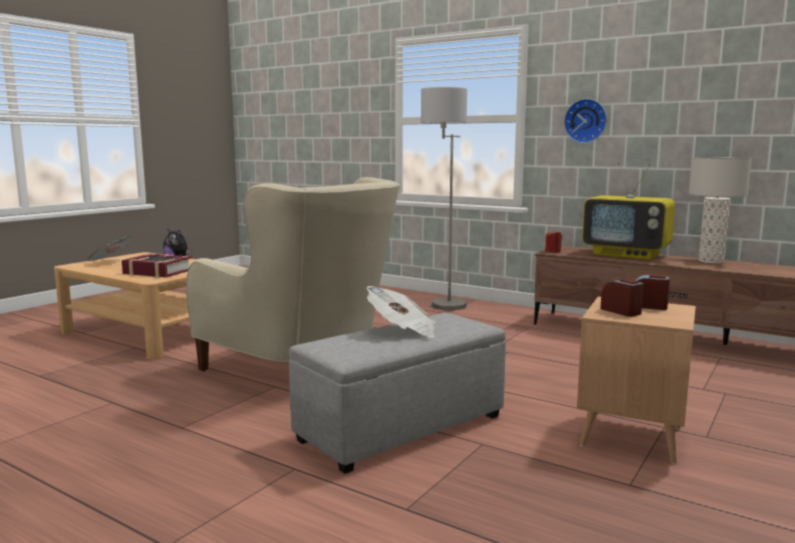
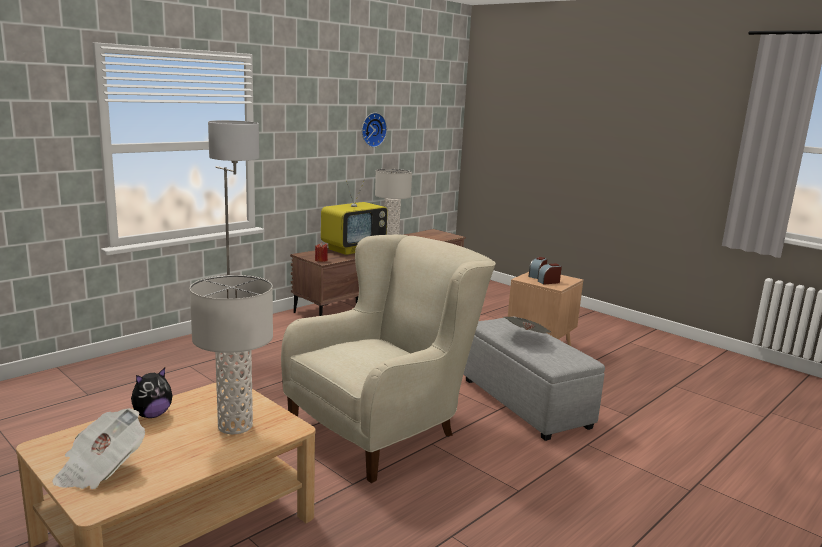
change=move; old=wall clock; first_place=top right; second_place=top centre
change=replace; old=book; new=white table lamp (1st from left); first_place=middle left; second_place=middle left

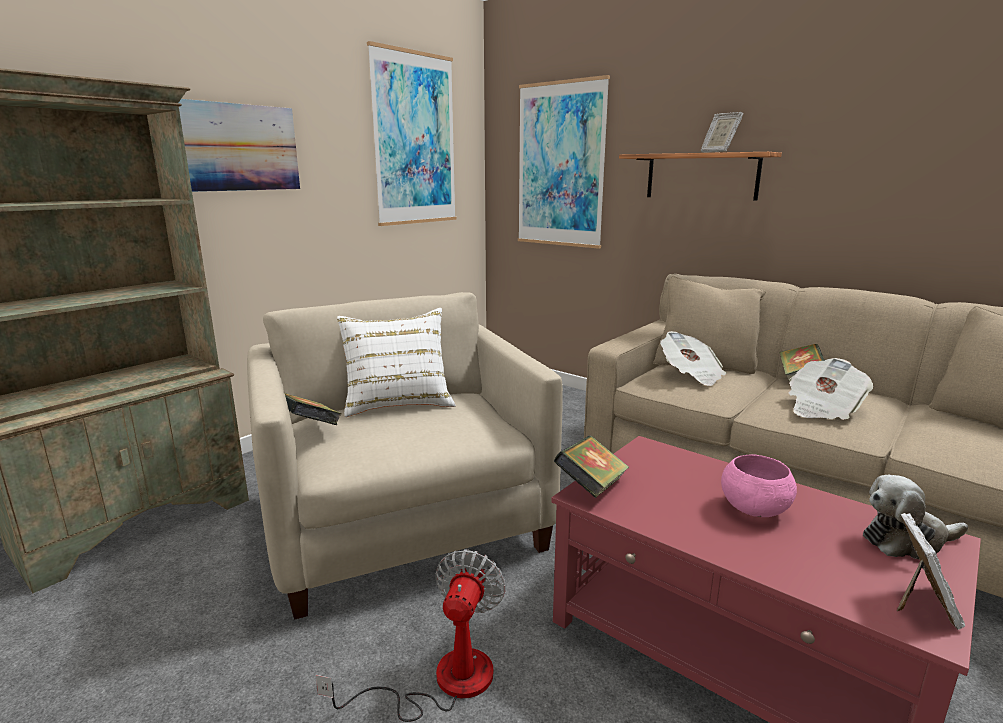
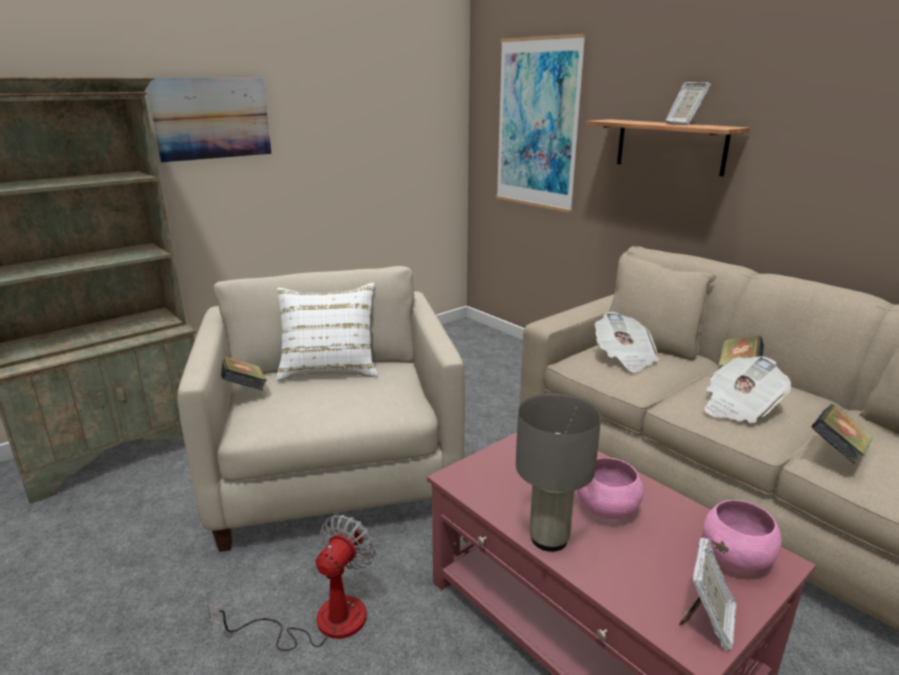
change=delete; old=picture (2nd from left); first_place=top centre
change=move; old=book (2nd from left in the first image); new=book (3rd from left); first_place=centre; second_place=middle right
change=replace; old=plush toy; new=pink bowl (2nd from left); first_place=bottom right; second_place=bottom right
change=insert; new=grey table lamp; second_place=bottom centre

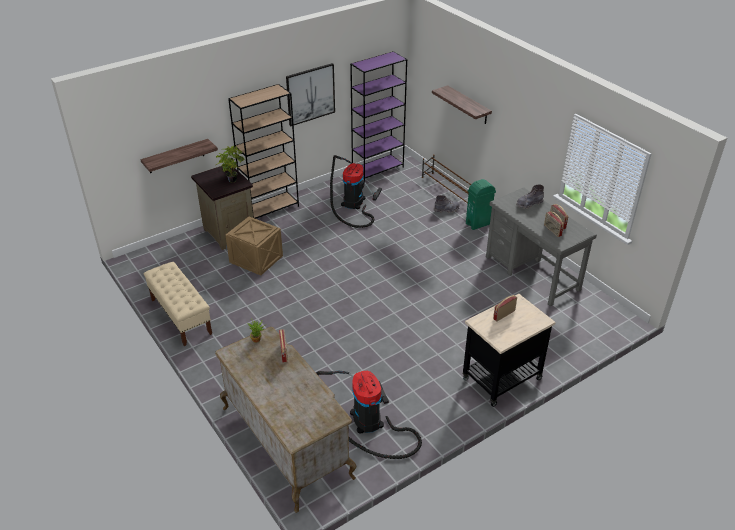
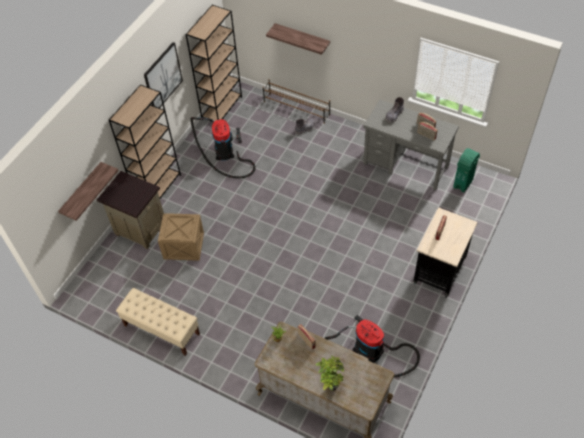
change=recolor; old=purple bookcase; new=beige bookcase (2nd from left); first_place=top centre; second_place=top centre
change=move; old=potted plant (1st from left in the first image); new=potted plant (2nd from left); first_place=top left; second_place=bottom centre
change=move; old=green trash can; first_place=centre; second_place=middle right

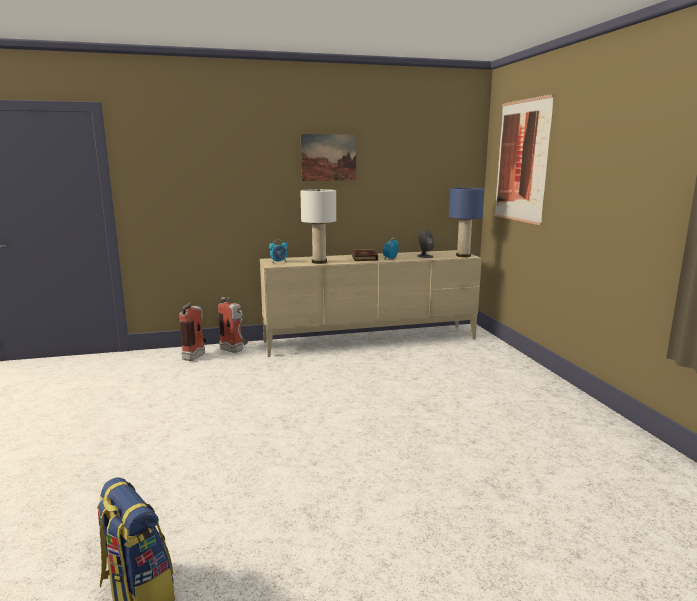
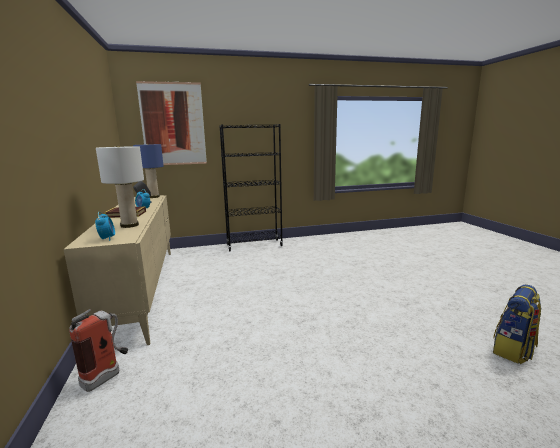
change=delete; old=picture (1st from left); first_place=top centre
change=delete; old=fire extinguisher (1st from left); first_place=middle left
change=insert; new=black bookcase; second_place=centre

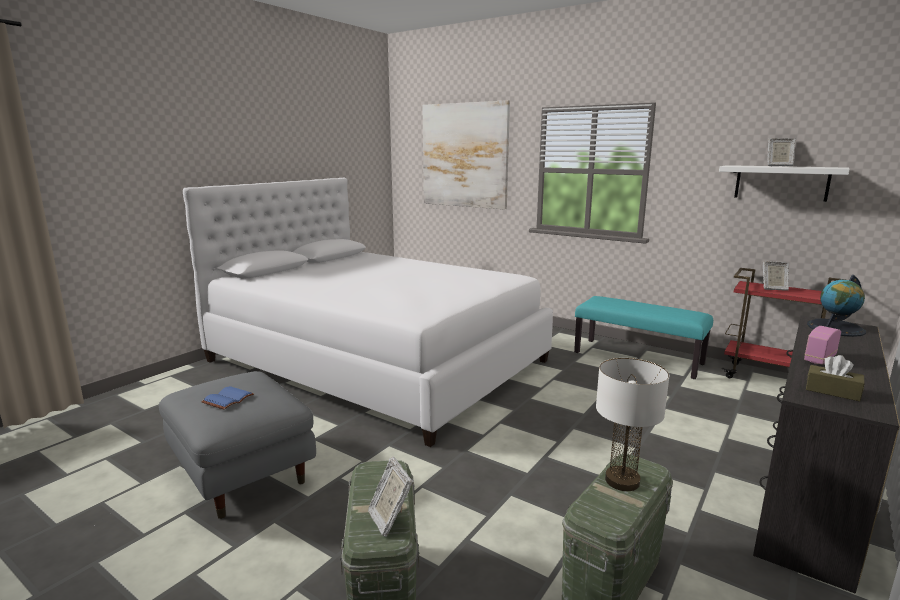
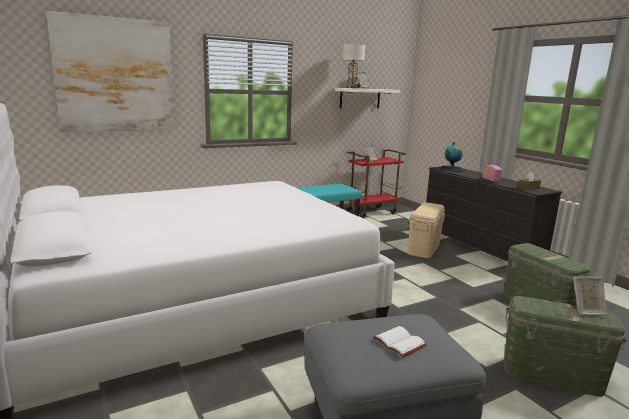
change=move; old=table lamp; first_place=bottom right; second_place=top centre
change=recolor; old=blue book; new=white book; first_place=middle left; second_place=bottom centre
change=insert; new=beige storage box; second_place=middle right

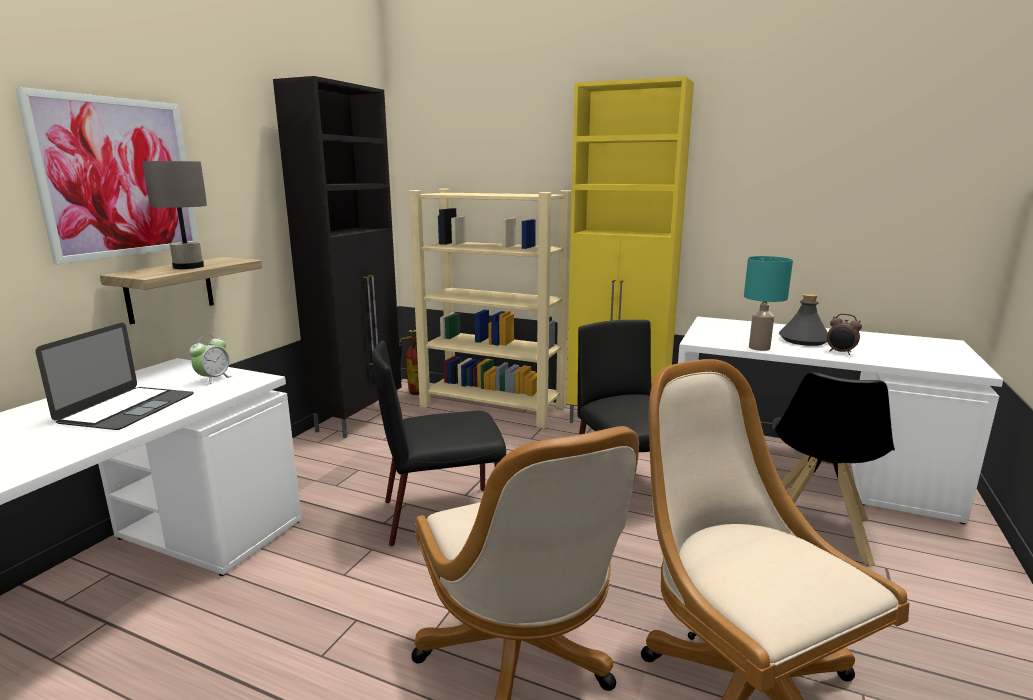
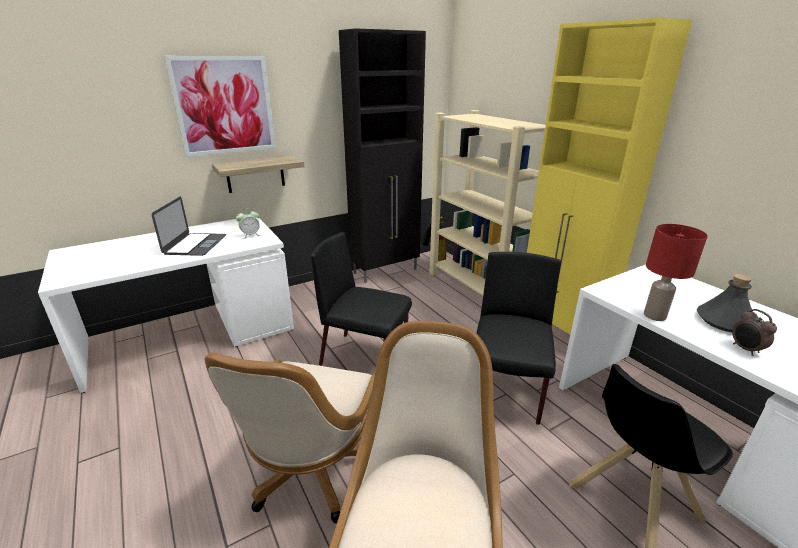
change=delete; old=grey table lamp; first_place=top left
change=recolor; old=turquoise table lamp; new=red table lamp; first_place=middle right; second_place=middle right
change=rotate; old=laptop; first_place=middle left; second_place=middle left; degrees=-45

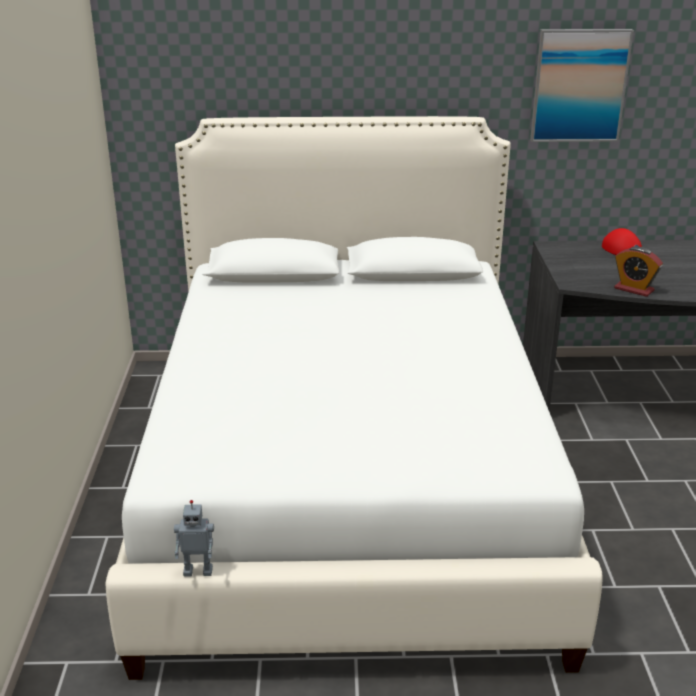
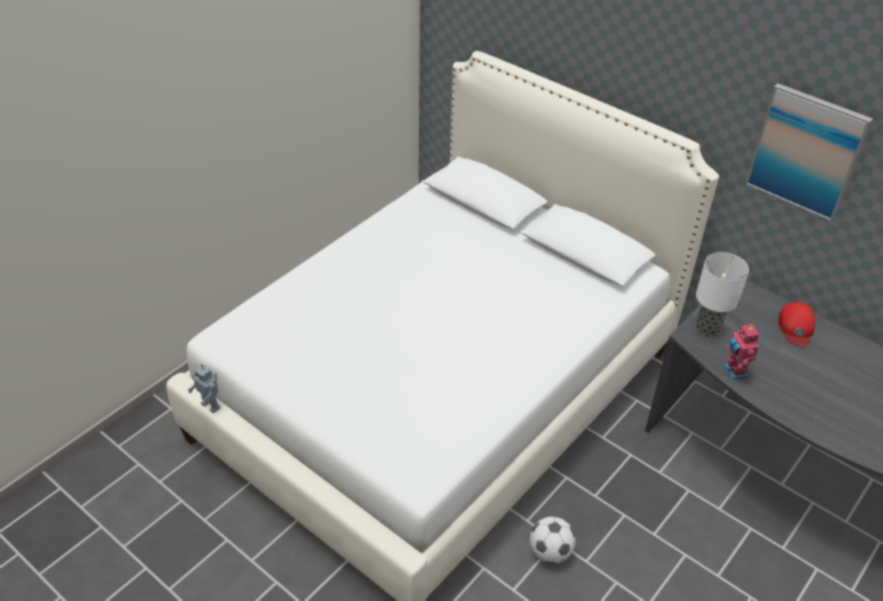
change=replace; old=alarm clock; new=toy robot (2nd from left); first_place=middle right; second_place=middle right
change=insert; new=table lamp; second_place=middle right
change=insert; new=football; second_place=bottom centre

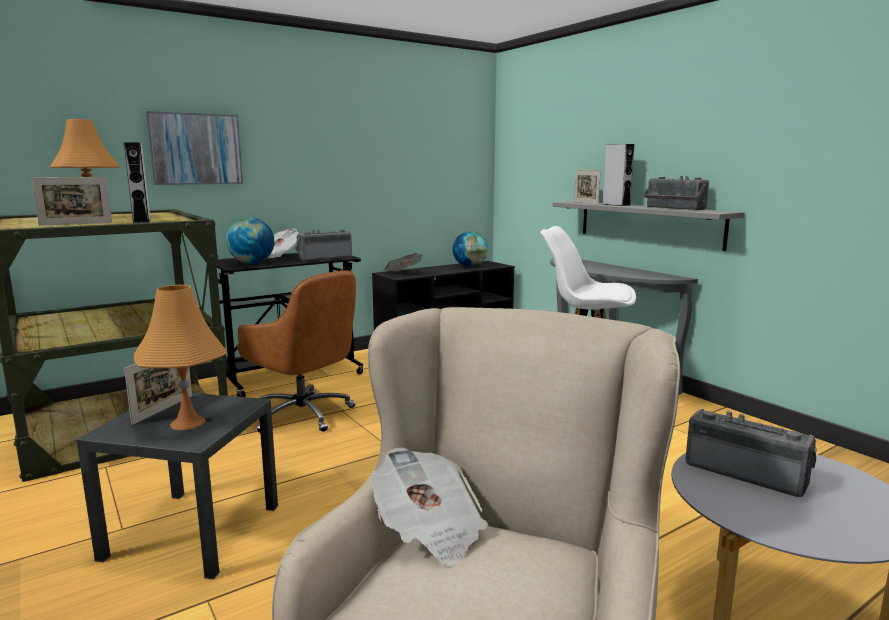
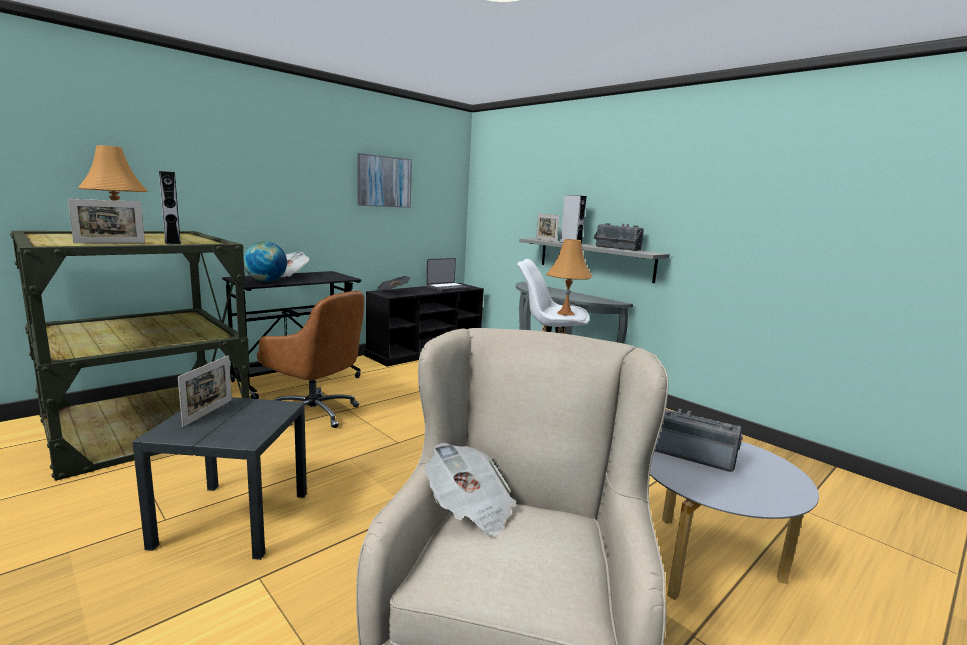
change=move; old=picture; first_place=top left; second_place=top centre
change=delete; old=radio (1st from left); first_place=centre
change=replace; old=globe (2nd from left); new=laptop; first_place=centre; second_place=centre
change=move; old=orange table lamp (2nd from left); first_place=middle left; second_place=centre

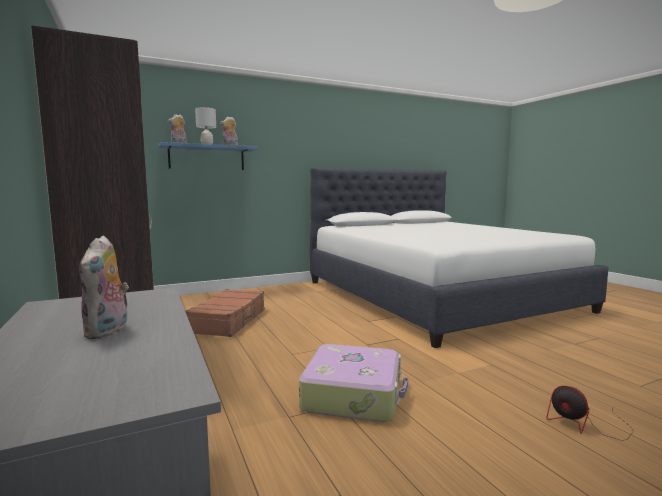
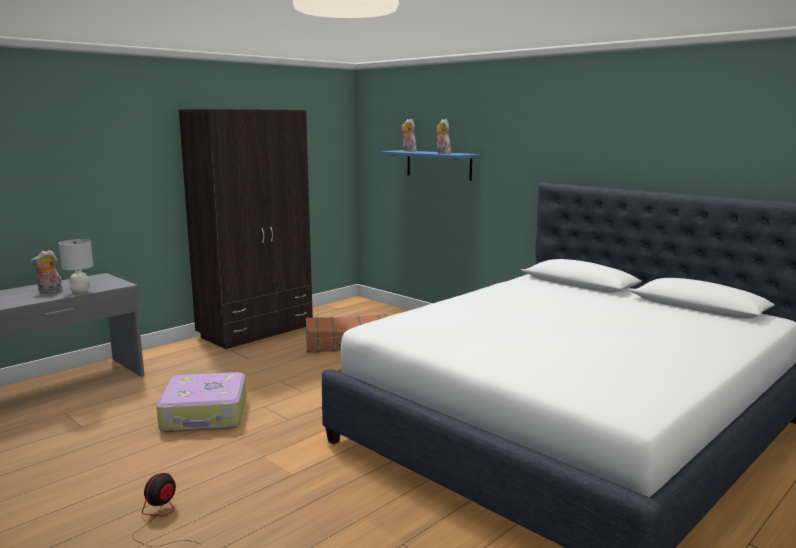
change=move; old=grey table lamp; first_place=top left; second_place=middle left

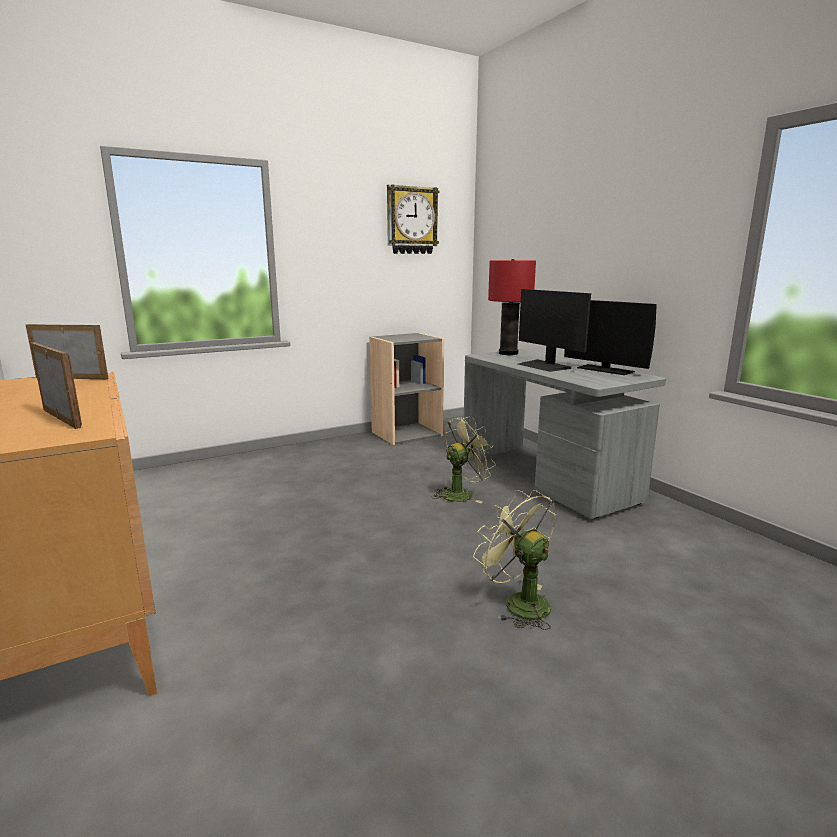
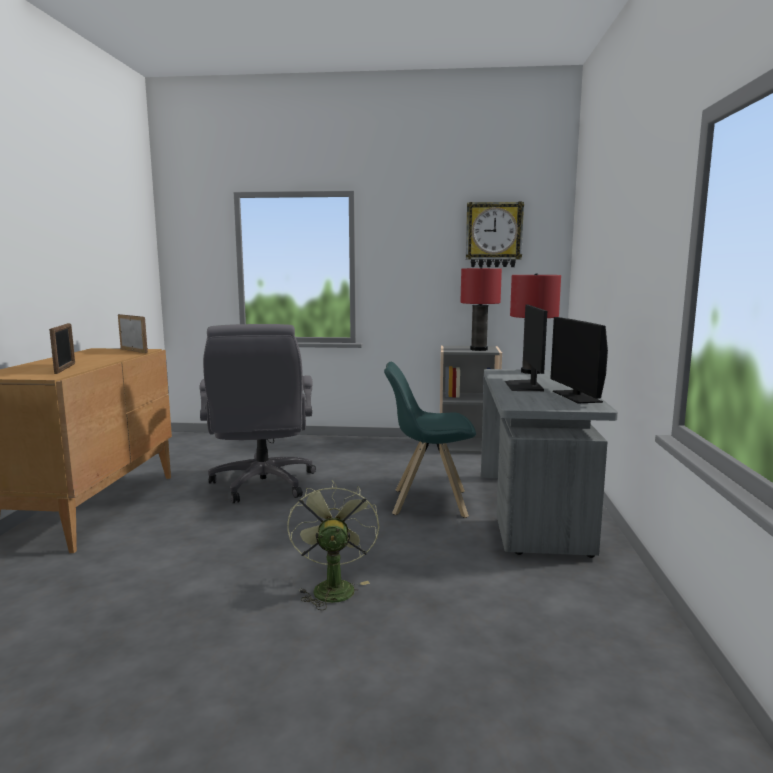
change=replace; old=green fan (1st from left); new=turquoise chair; first_place=centre; second_place=centre
change=insert; new=red table lamp (1st from left); second_place=centre
change=insert; new=grey office chair; second_place=middle left

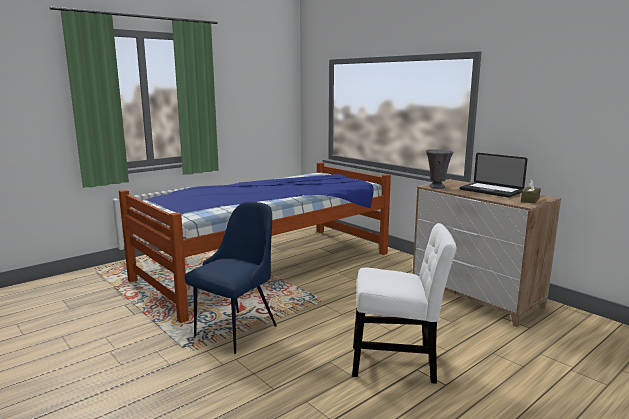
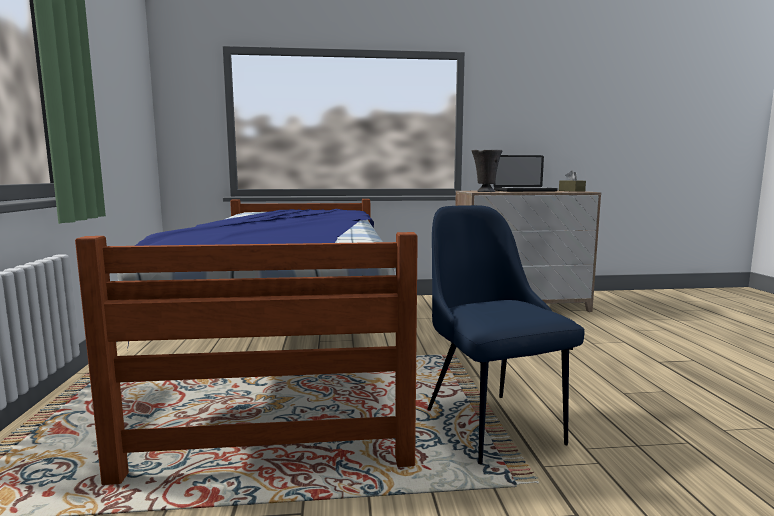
change=delete; old=white chair; first_place=bottom centre

